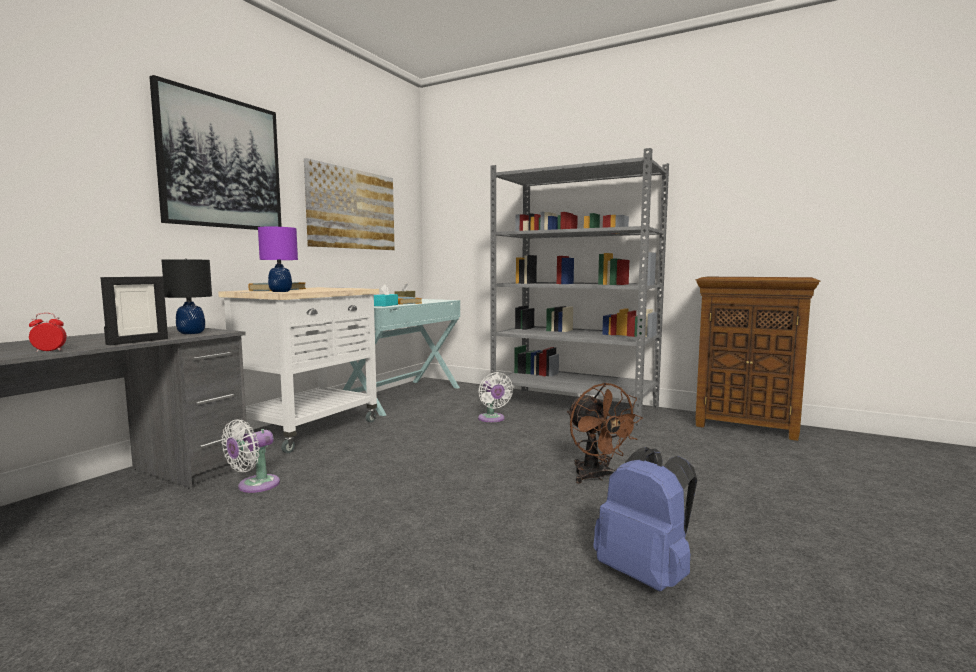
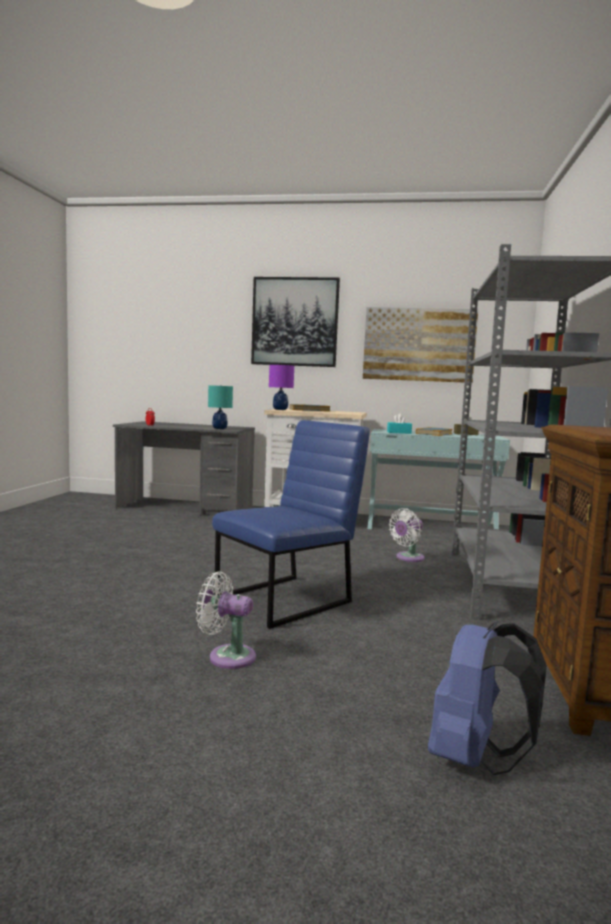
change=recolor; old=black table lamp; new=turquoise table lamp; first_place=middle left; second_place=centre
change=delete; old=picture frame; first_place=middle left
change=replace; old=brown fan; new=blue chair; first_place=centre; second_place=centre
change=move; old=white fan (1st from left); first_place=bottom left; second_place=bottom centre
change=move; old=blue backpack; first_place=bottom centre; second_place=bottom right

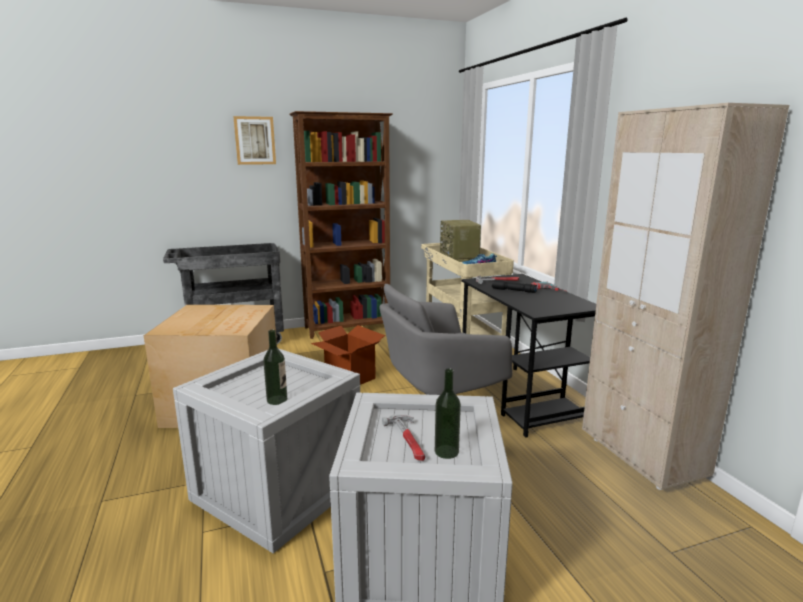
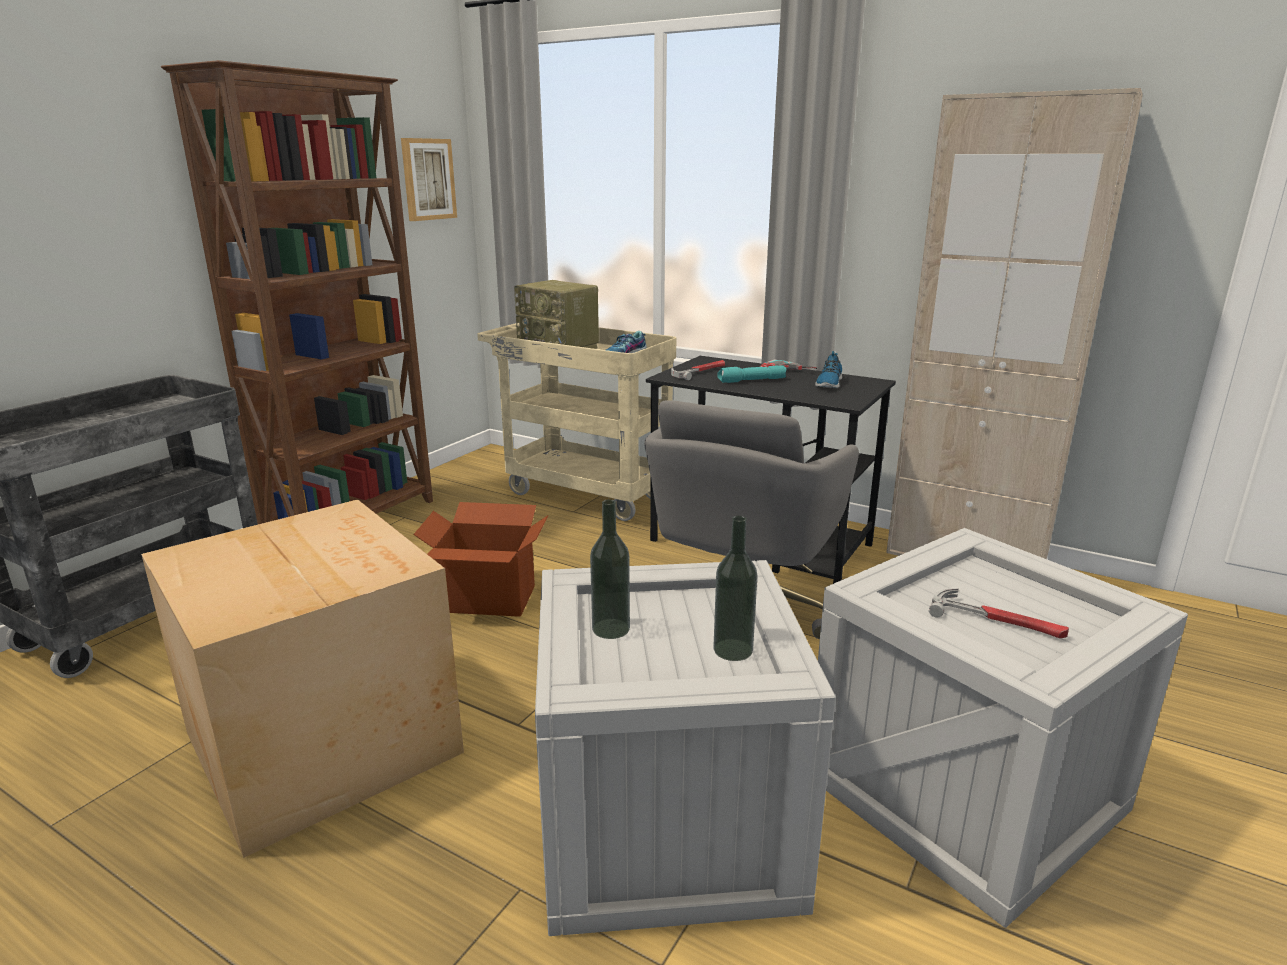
change=move; old=picture; first_place=top left; second_place=top centre
change=recolor; old=black flashlight; new=turquoise flashlight; first_place=centre; second_place=centre
change=move; old=bottle (2nd from left in the first image); new=bottle (1st from left); first_place=bottom centre; second_place=centre
change=insert; new=shoe (2nd from left); second_place=centre

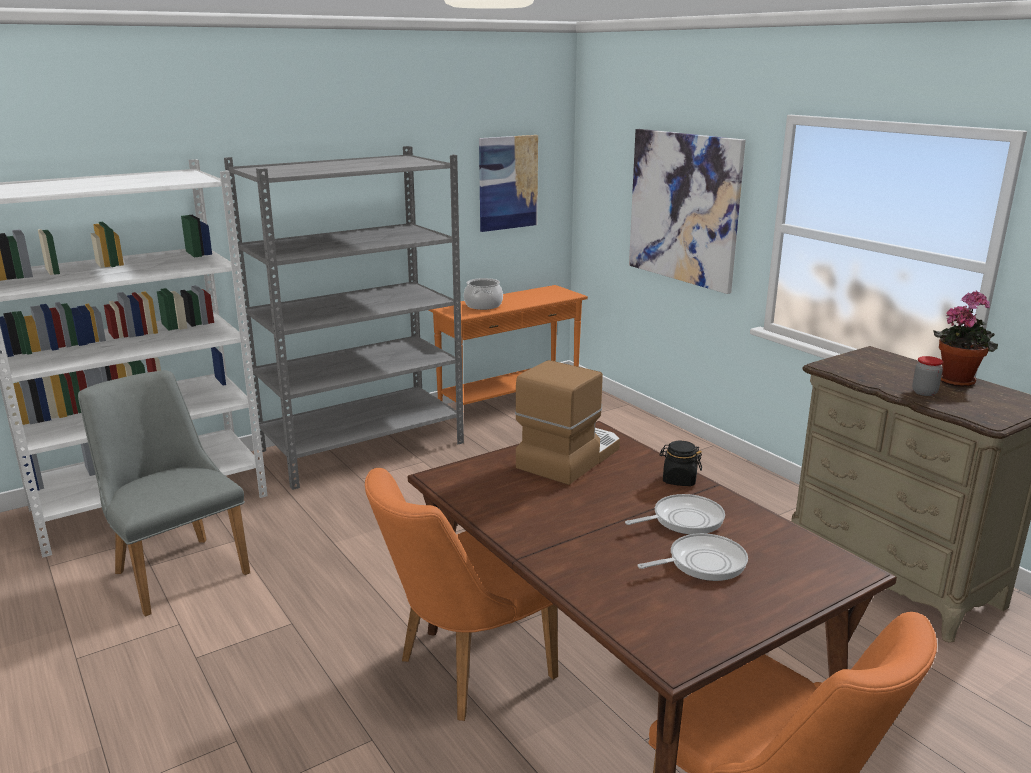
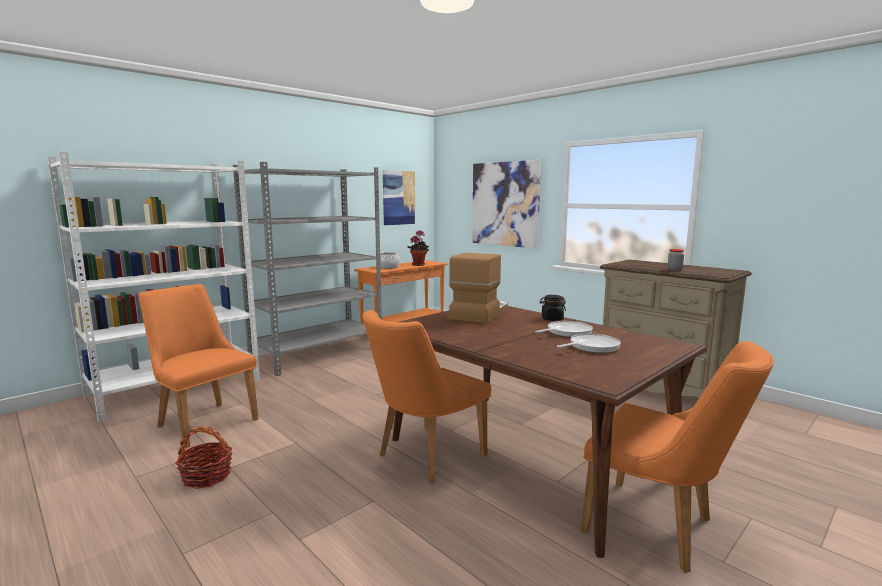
change=move; old=potted plant; first_place=middle right; second_place=centre
change=recolor; old=grey chair; new=orange chair (1st from left); first_place=middle left; second_place=middle left
change=insert; new=basket; second_place=bottom left

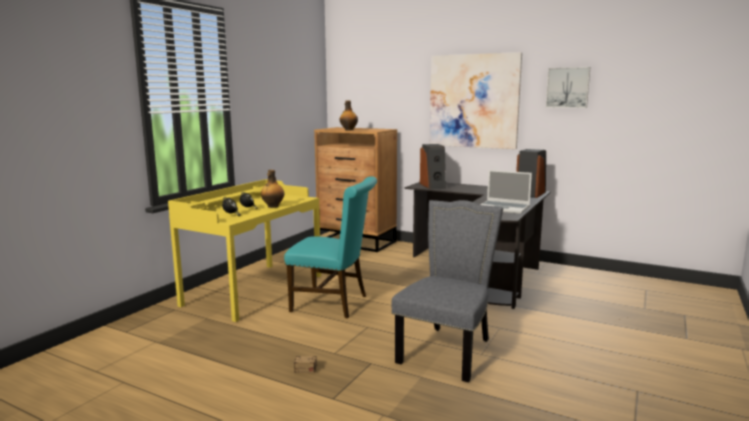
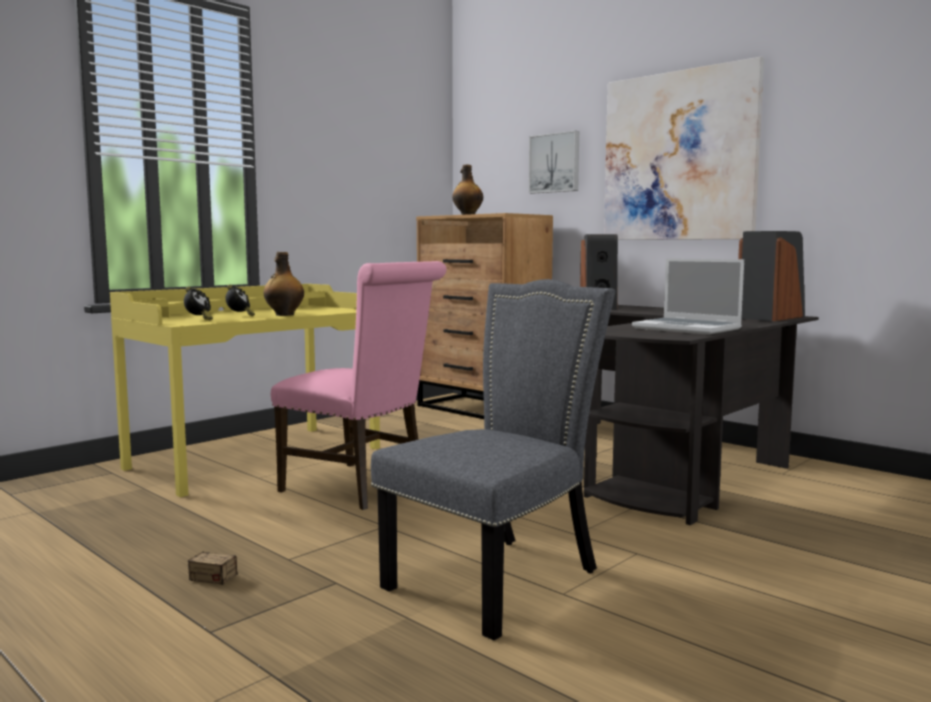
change=move; old=picture (2nd from left in the first image); new=picture (1st from left); first_place=top right; second_place=top centre
change=recolor; old=turquoise chair; new=pink chair; first_place=centre; second_place=centre

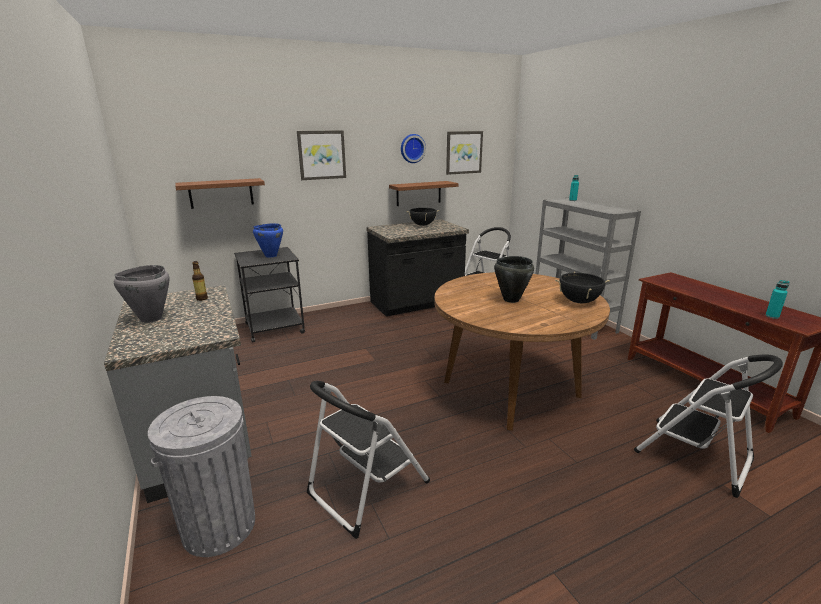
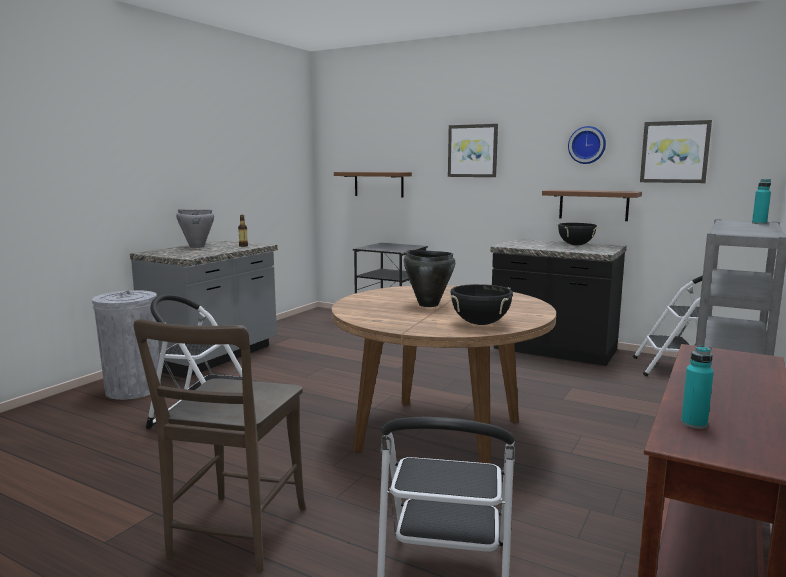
change=delete; old=blue cooking pot; first_place=middle left
change=insert; new=brown chair; second_place=bottom left

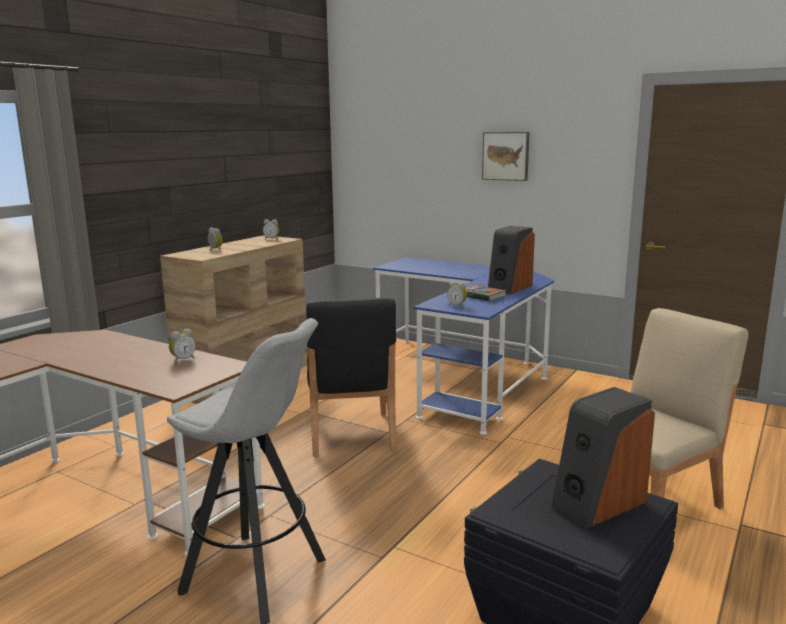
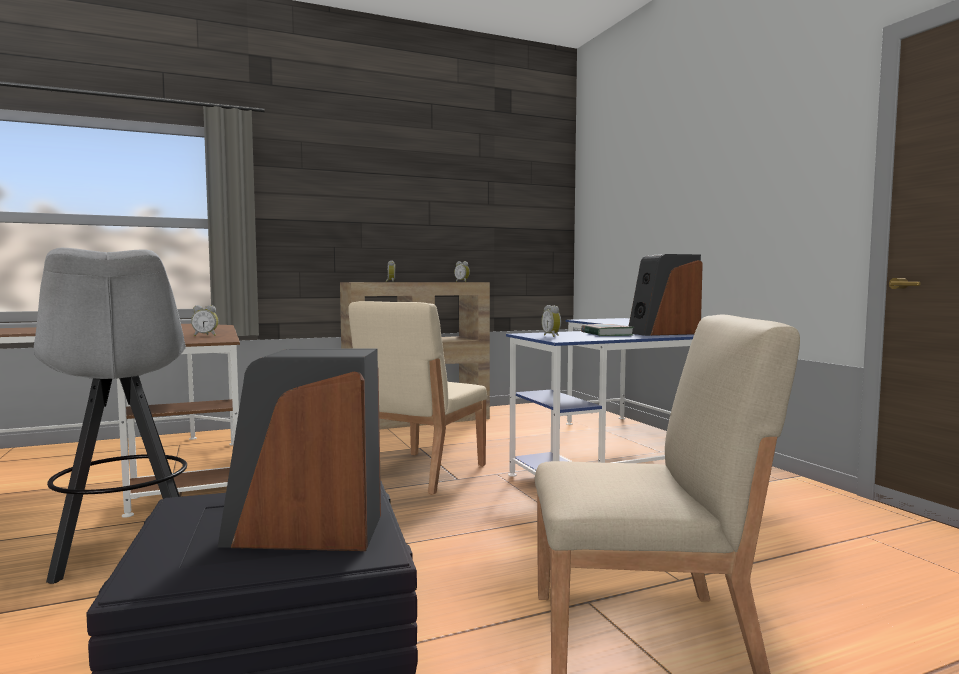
change=delete; old=picture; first_place=top centre
change=recolor; old=black chair; new=beige chair (1st from left); first_place=centre; second_place=centre

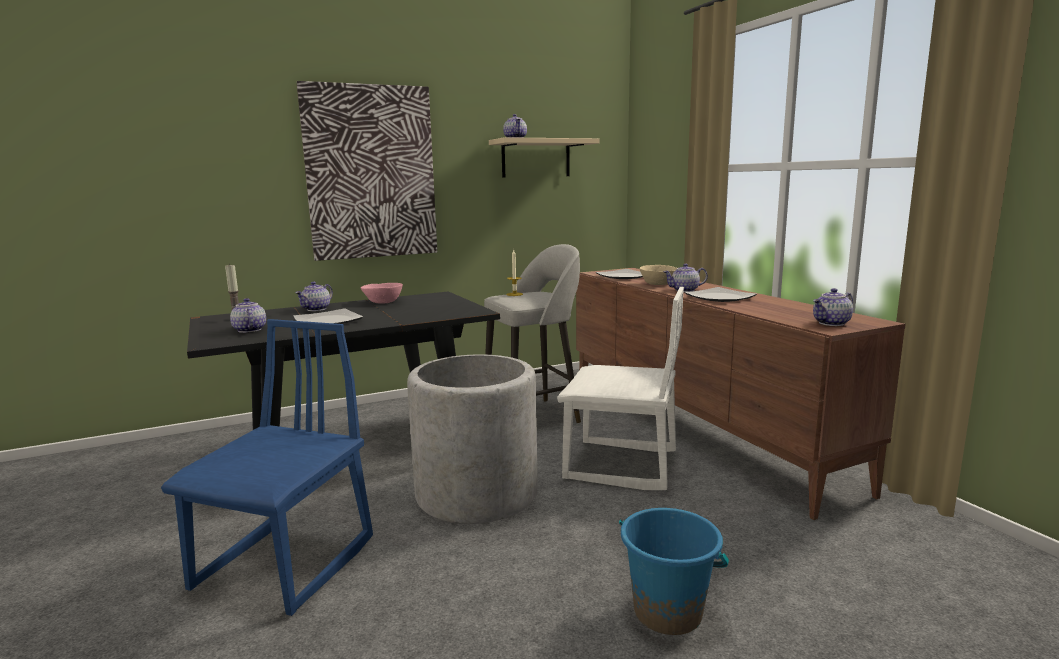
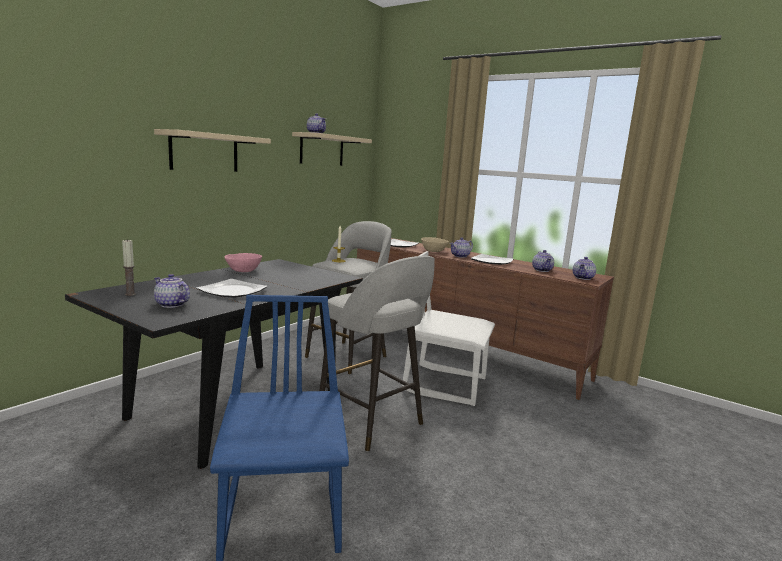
change=replace; old=picture; new=beige shelf (1st from left); first_place=top centre; second_place=top left
change=move; old=teapot (2nd from left in the first image); new=teapot (4th from left); first_place=middle left; second_place=middle right
change=rotate; old=white chair; first_place=centre; second_place=centre; degrees=-150
change=replace; old=grey planter; new=grey stool (2nd from left); first_place=centre; second_place=centre
change=delete; old=blue bucket; first_place=bottom centre

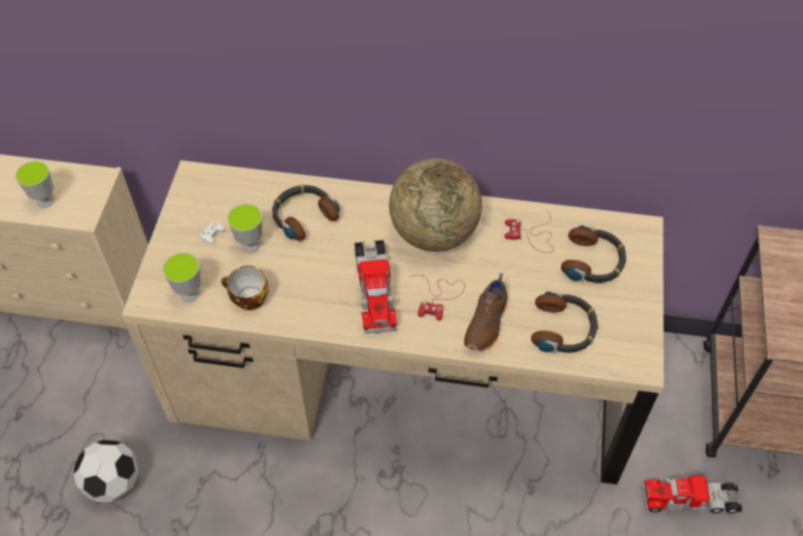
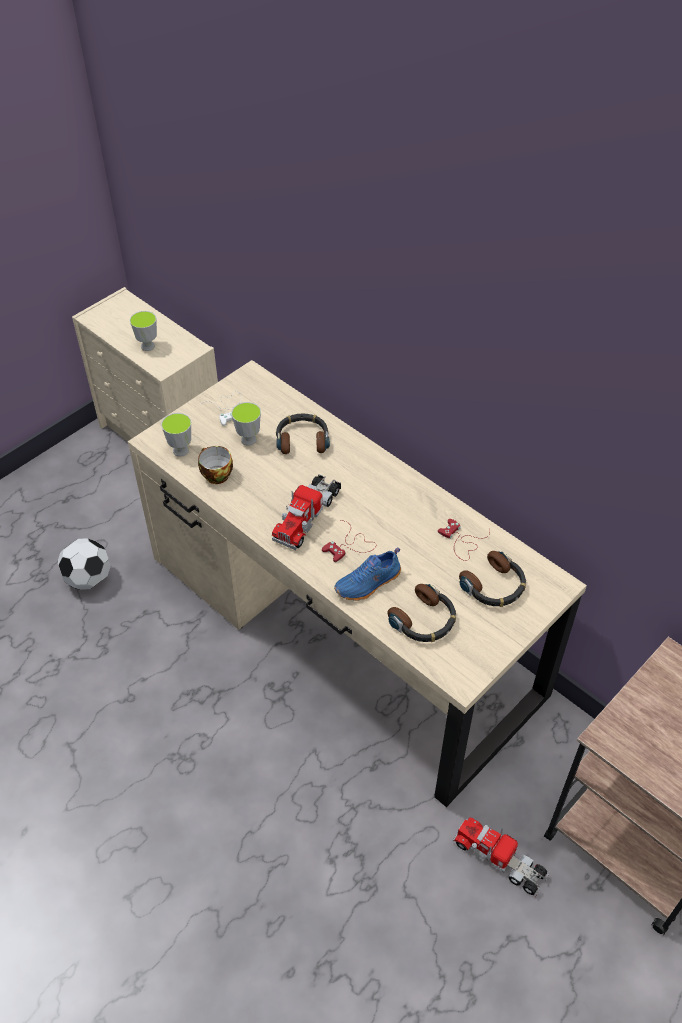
change=delete; old=globe; first_place=centre
change=recolor; old=brown shoe; new=blue shoe; first_place=centre; second_place=centre

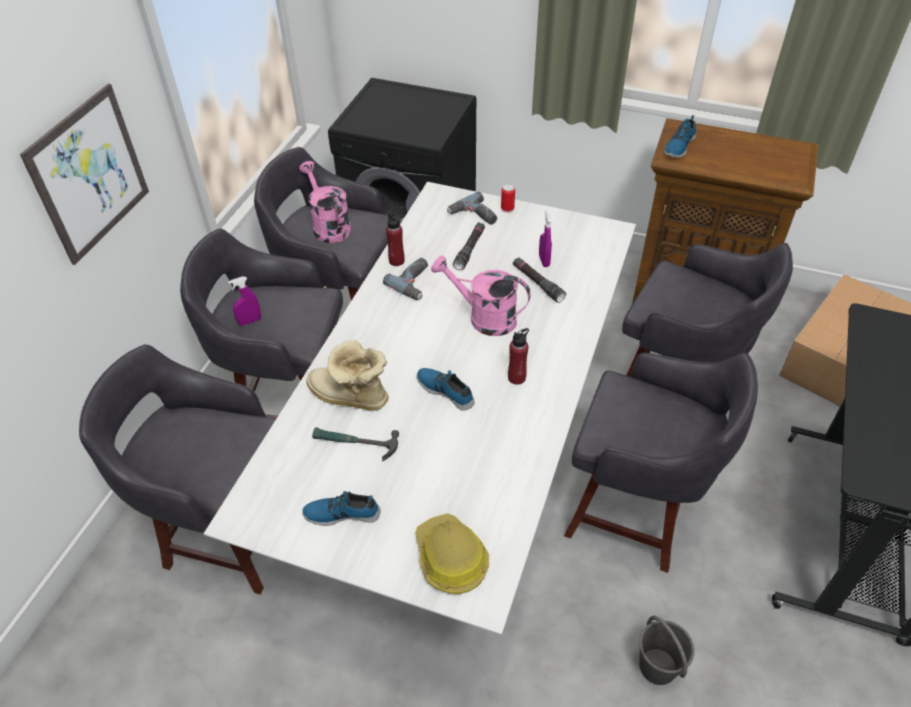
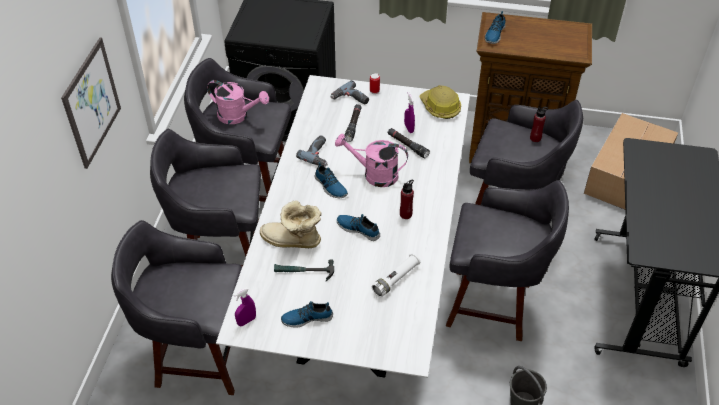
change=rotate; old=pink watering can (1st from left); first_place=top centre; second_place=top left; degrees=150
change=move; old=red bottle (1st from left in the first image); new=red bottle (2nd from left); first_place=centre; second_place=top right
change=move; old=purple spray bottle (1st from left); first_place=middle left; second_place=bottom centre
change=move; old=hard hat; first_place=bottom centre; second_place=top centre
change=insert; new=shoe (2nd from left); second_place=centre
change=insert; new=white flashlight; second_place=bottom centre

